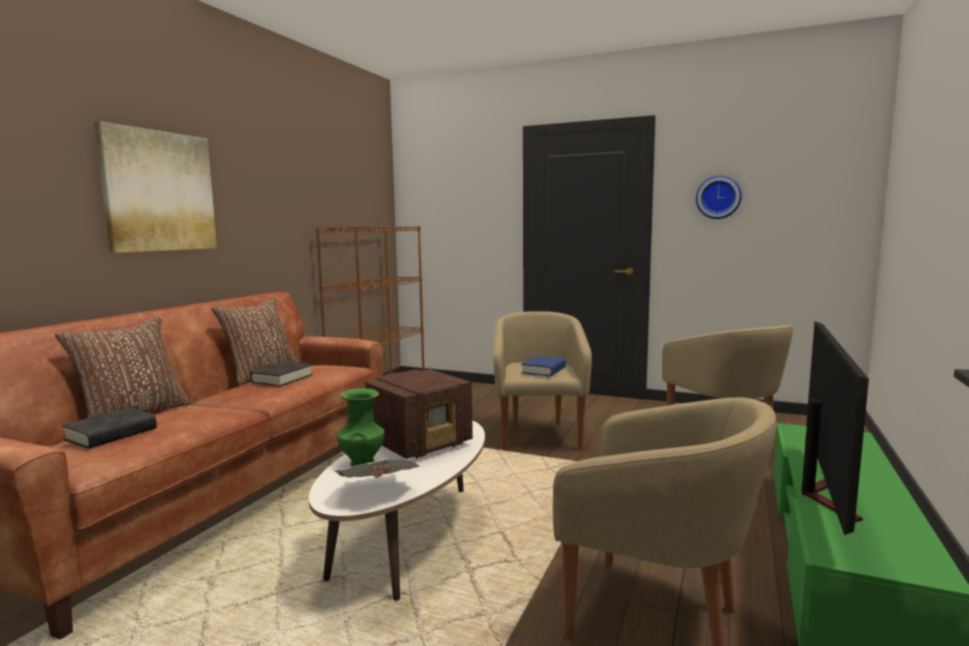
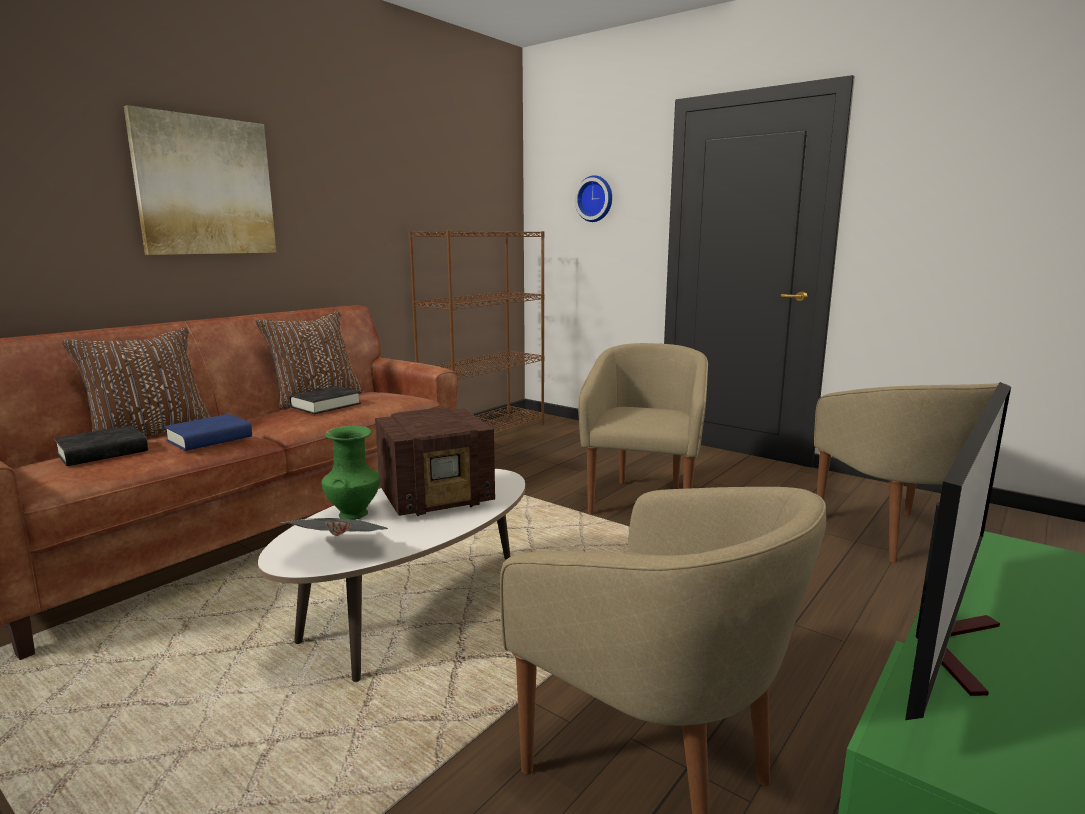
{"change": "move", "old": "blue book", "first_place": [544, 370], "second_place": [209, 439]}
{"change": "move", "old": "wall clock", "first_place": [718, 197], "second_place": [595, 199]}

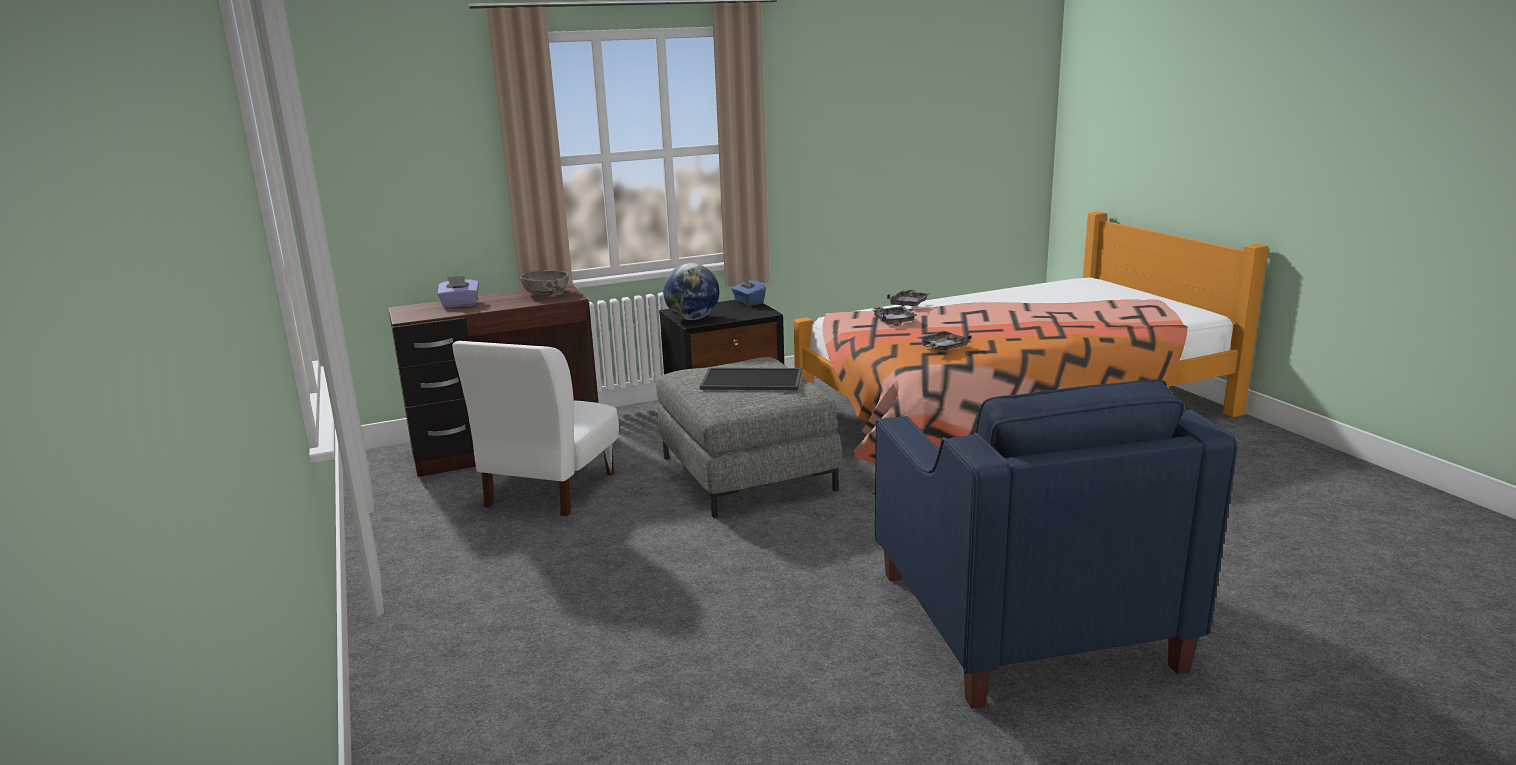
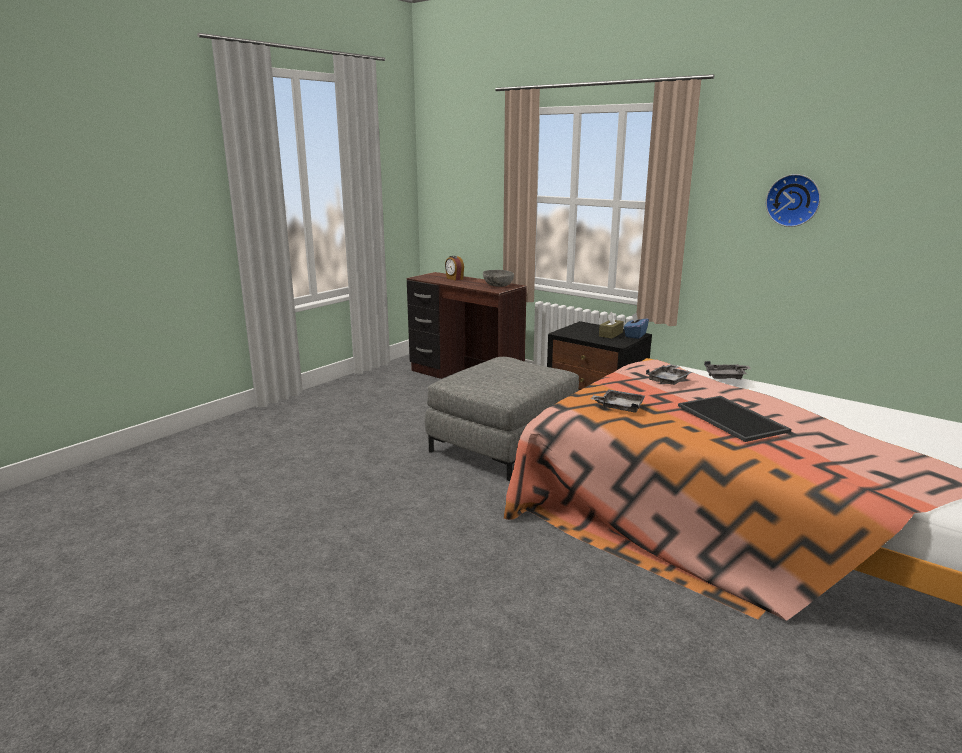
{"change": "replace", "old": "purple tissue box", "new": "alarm clock", "first_place": [460, 304], "second_place": [454, 278]}
{"change": "delete", "old": "white chair", "first_place": [549, 489]}
{"change": "delete", "old": "globe", "first_place": [692, 319]}
{"change": "move", "old": "tray", "first_place": [753, 379], "second_place": [733, 418]}
{"change": "delete", "old": "blue armchair", "first_place": [1022, 619]}
{"change": "insert", "new": "brown tissue box", "second_place": [610, 334]}
{"change": "insert", "new": "wall clock", "second_place": [793, 200]}

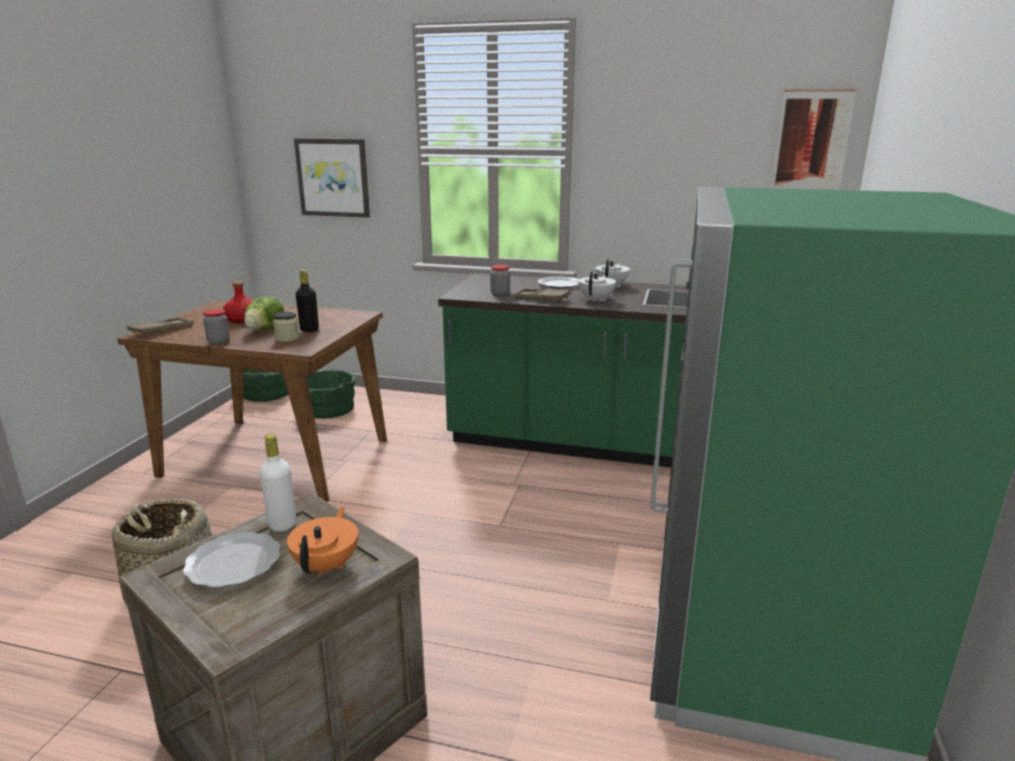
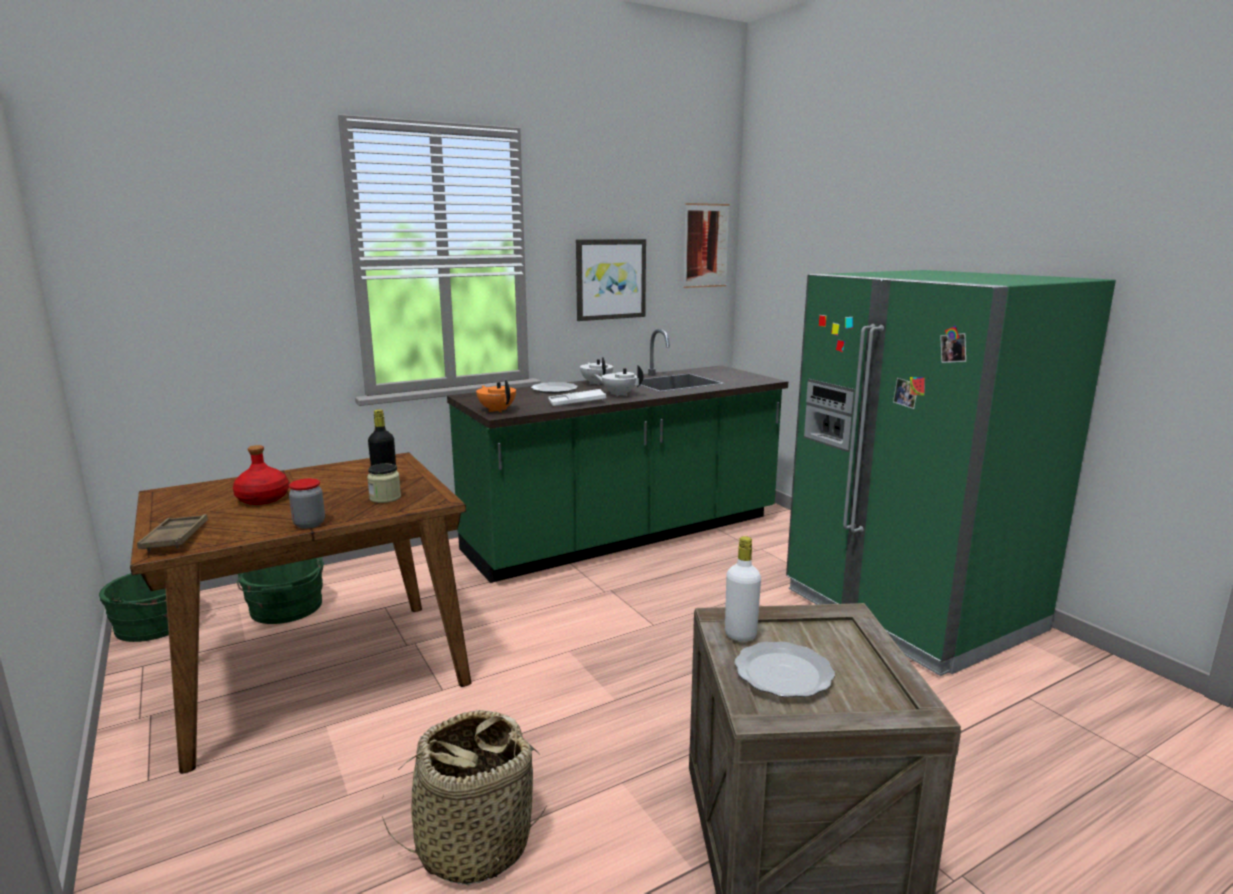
{"change": "delete", "old": "lettuce", "first_place": [266, 328]}
{"change": "move", "old": "orange teapot", "first_place": [327, 565], "second_place": [497, 410]}
{"change": "move", "old": "picture", "first_place": [333, 177], "second_place": [610, 279]}
{"change": "delete", "old": "jar", "first_place": [500, 294]}
{"change": "recolor", "old": "brown tray", "new": "white tray", "first_place": [541, 299], "second_place": [577, 402]}
{"change": "rotate", "old": "white teapot", "first_place": [596, 300], "second_place": [619, 394], "degrees": -45}

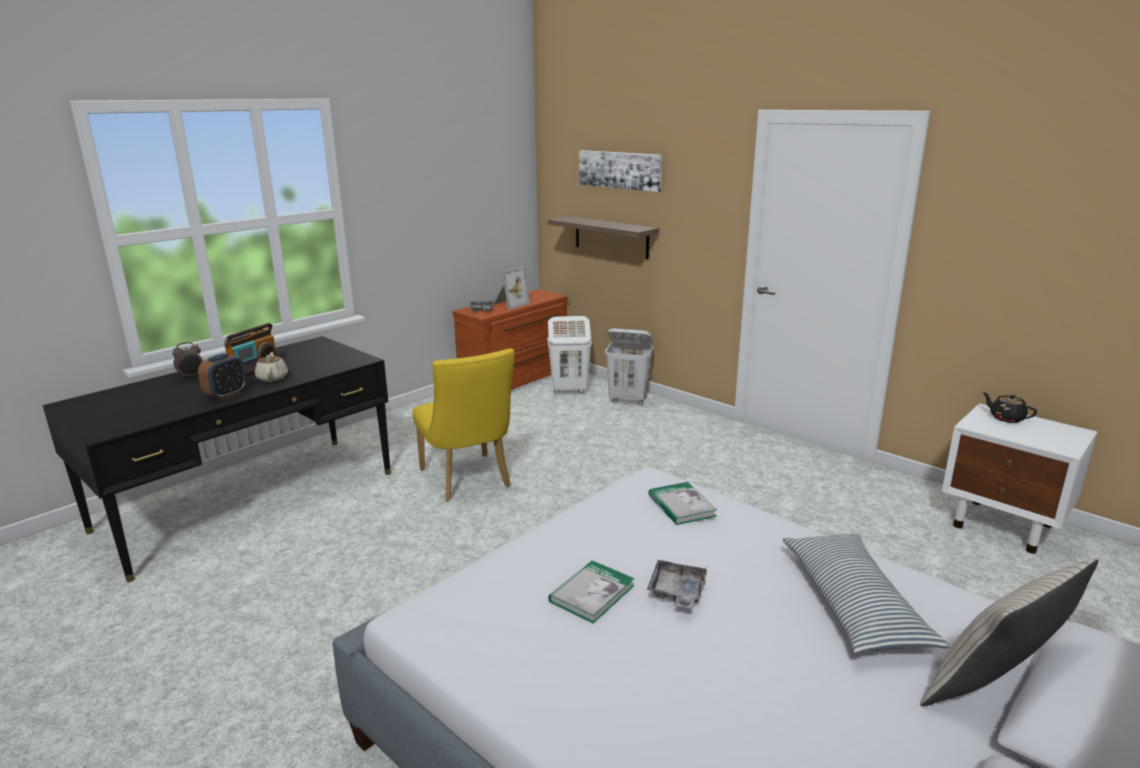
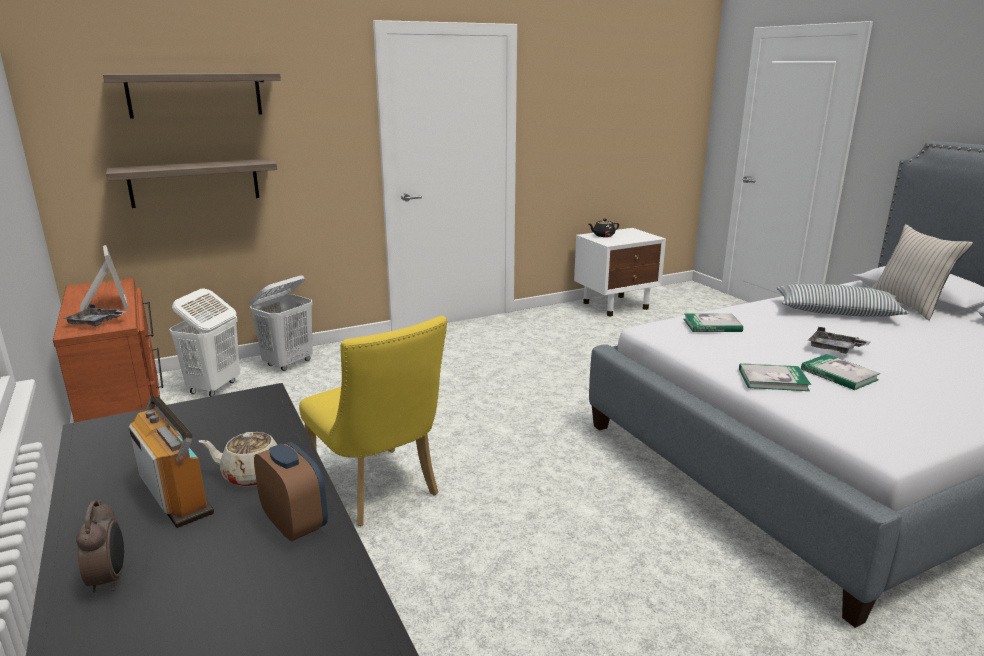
{"change": "rotate", "old": "yellow chair", "first_place": [468, 481], "second_place": [380, 491], "degrees": 60}
{"change": "replace", "old": "picture", "new": "shelf", "first_place": [620, 170], "second_place": [195, 95]}
{"change": "insert", "new": "book", "second_place": [773, 380]}

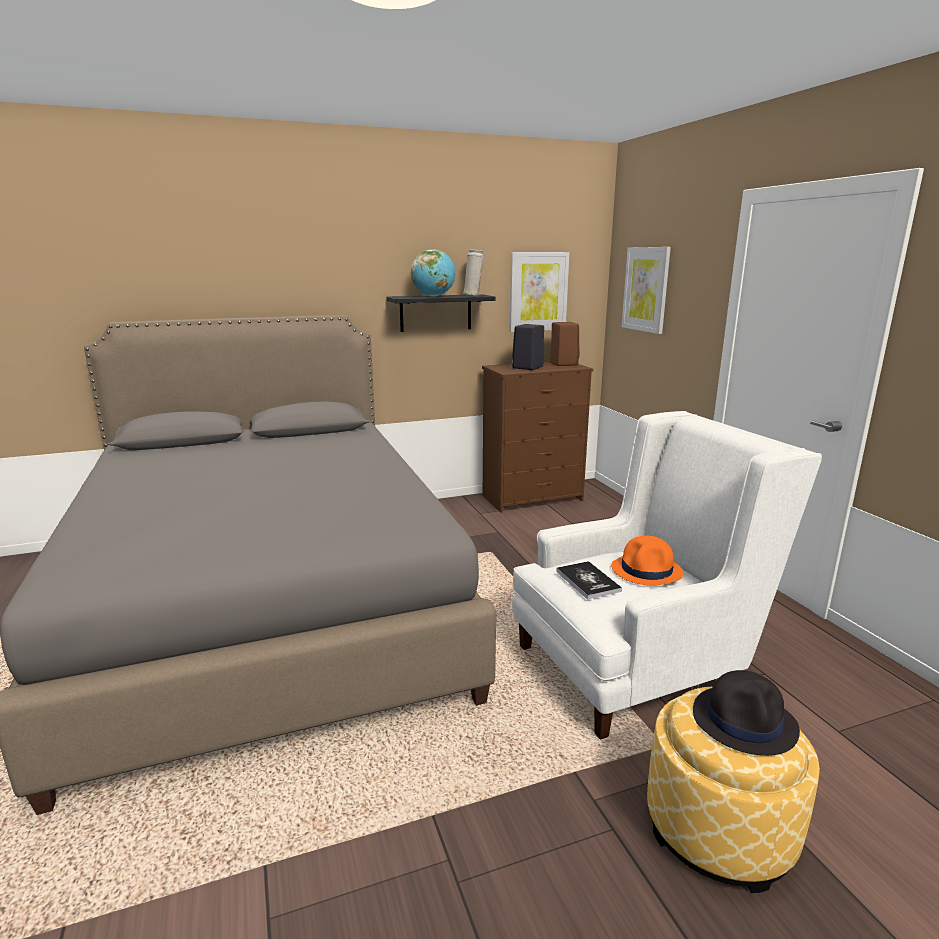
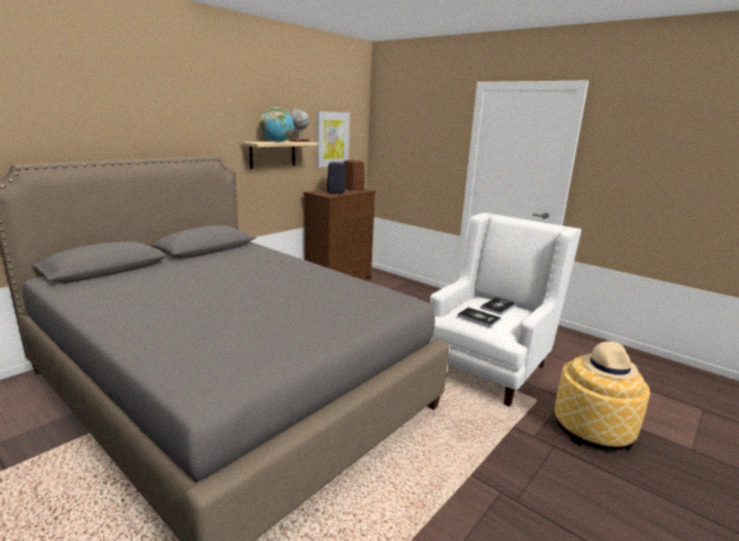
{"change": "recolor", "old": "black shelf", "new": "beige shelf", "first_place": [435, 313], "second_place": [272, 154]}
{"change": "replace", "old": "white vase", "new": "globe", "first_place": [473, 295], "second_place": [299, 141]}
{"change": "replace", "old": "orange hat", "new": "book", "first_place": [647, 570], "second_place": [498, 306]}
{"change": "delete", "old": "picture", "first_place": [646, 289]}
{"change": "recolor", "old": "black hat", "new": "beige hat", "first_place": [745, 721], "second_place": [609, 367]}

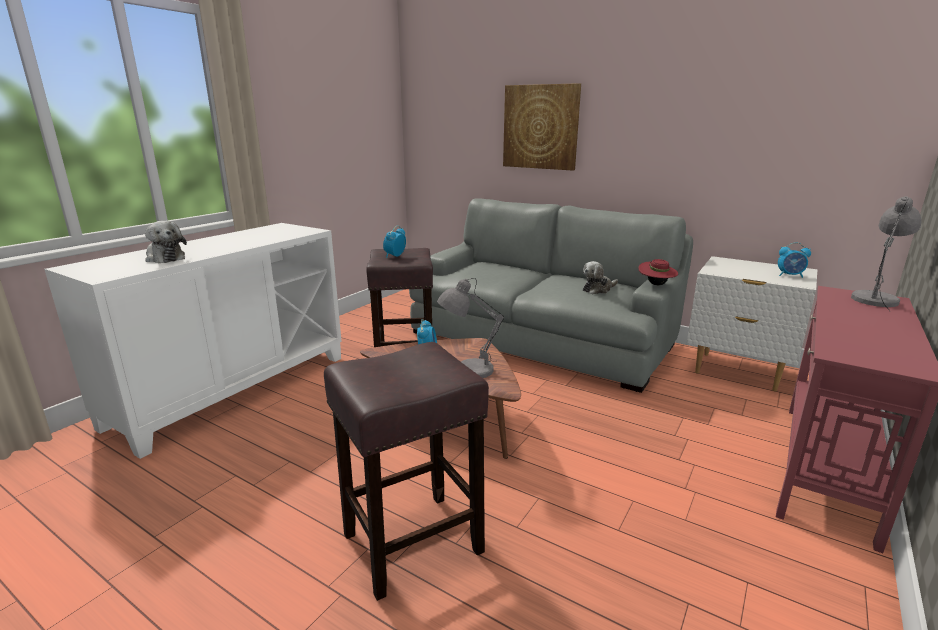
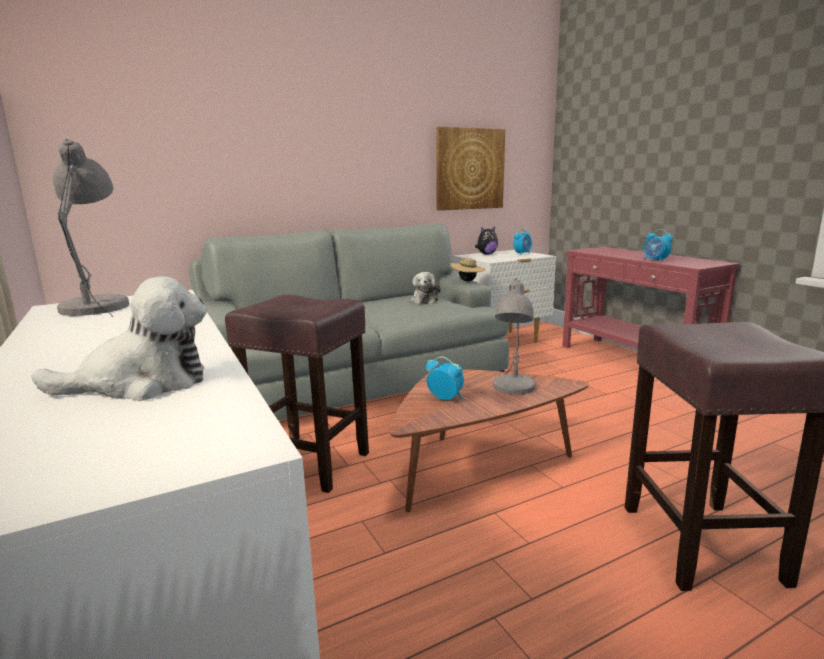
{"change": "move", "old": "alarm clock", "first_place": [395, 256], "second_place": [655, 261]}
{"change": "move", "old": "picture", "first_place": [540, 127], "second_place": [469, 169]}
{"change": "recolor", "old": "red hat", "new": "beige hat", "first_place": [656, 284], "second_place": [467, 281]}
{"change": "move", "old": "grey table lamp", "first_place": [876, 299], "second_place": [98, 306]}
{"change": "insert", "new": "plush toy", "second_place": [486, 254]}

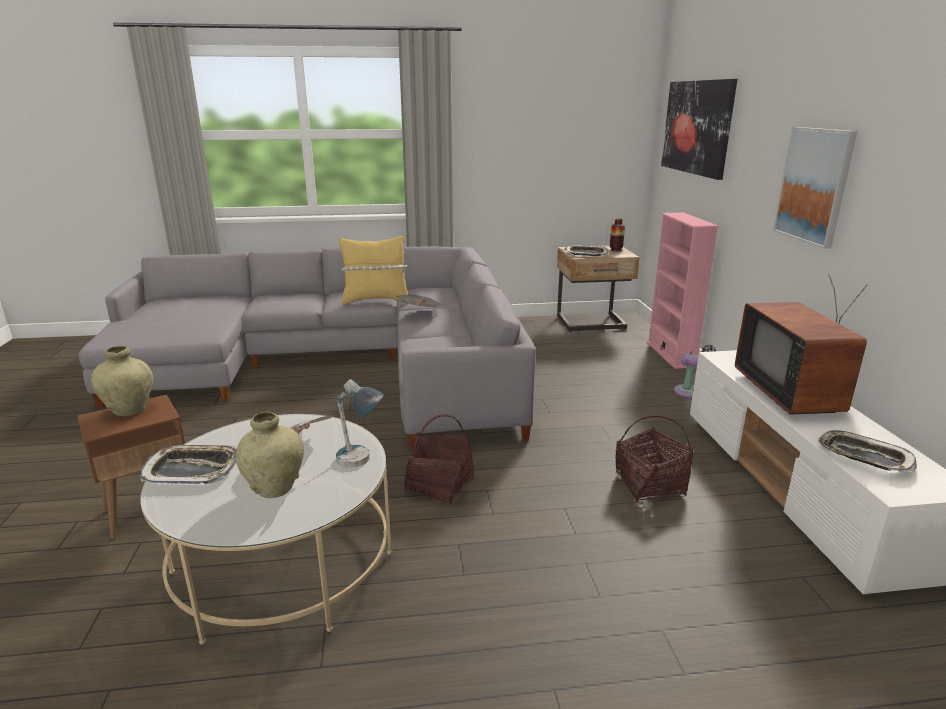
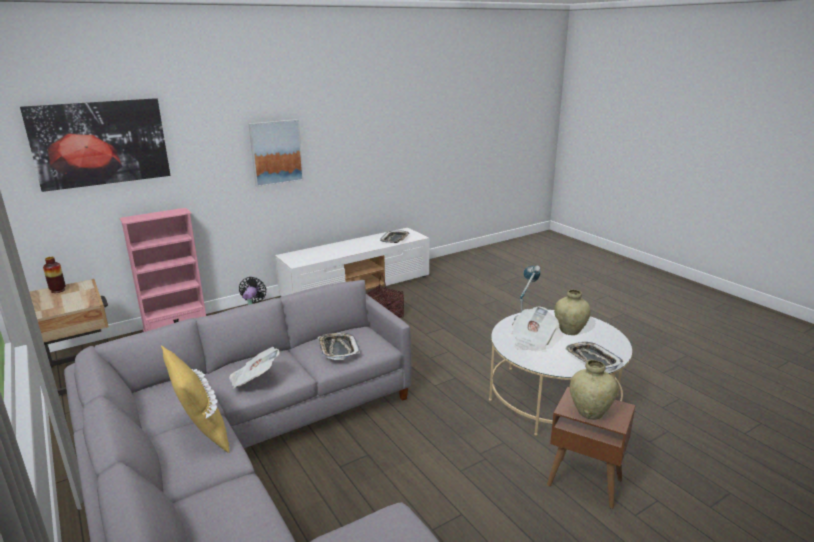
{"change": "delete", "old": "basket", "first_place": [440, 485]}
{"change": "move", "old": "tray", "first_place": [586, 253], "second_place": [338, 349]}
{"change": "delete", "old": "television", "first_place": [793, 393]}

